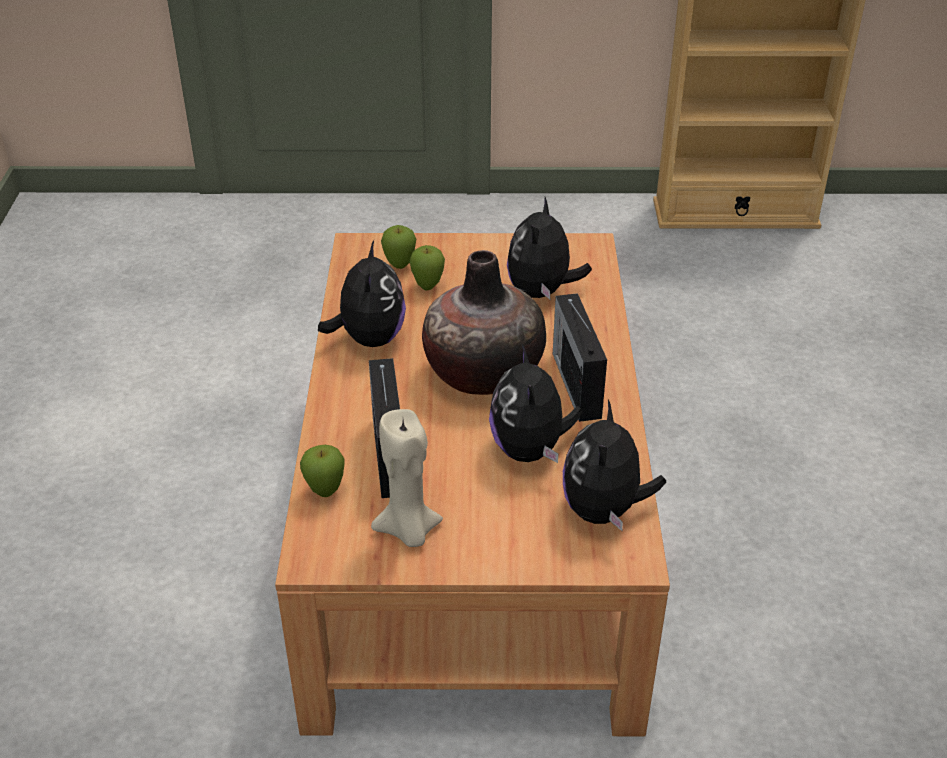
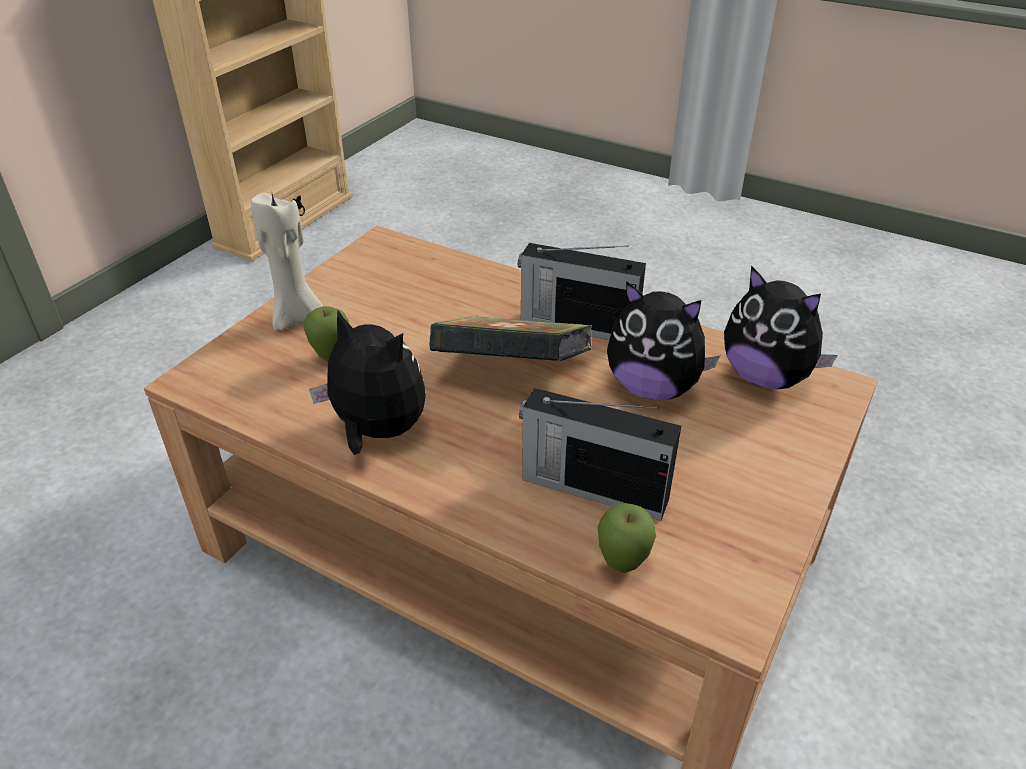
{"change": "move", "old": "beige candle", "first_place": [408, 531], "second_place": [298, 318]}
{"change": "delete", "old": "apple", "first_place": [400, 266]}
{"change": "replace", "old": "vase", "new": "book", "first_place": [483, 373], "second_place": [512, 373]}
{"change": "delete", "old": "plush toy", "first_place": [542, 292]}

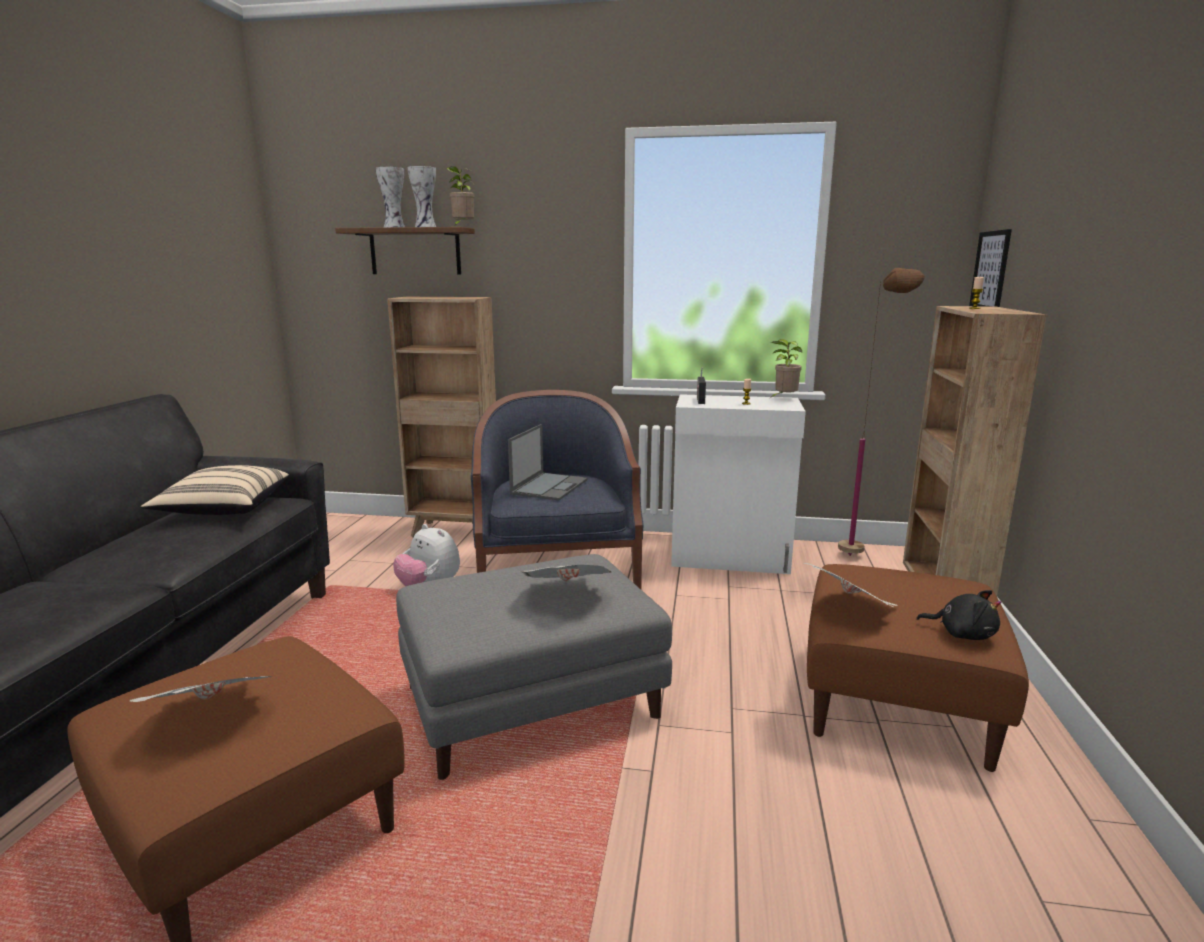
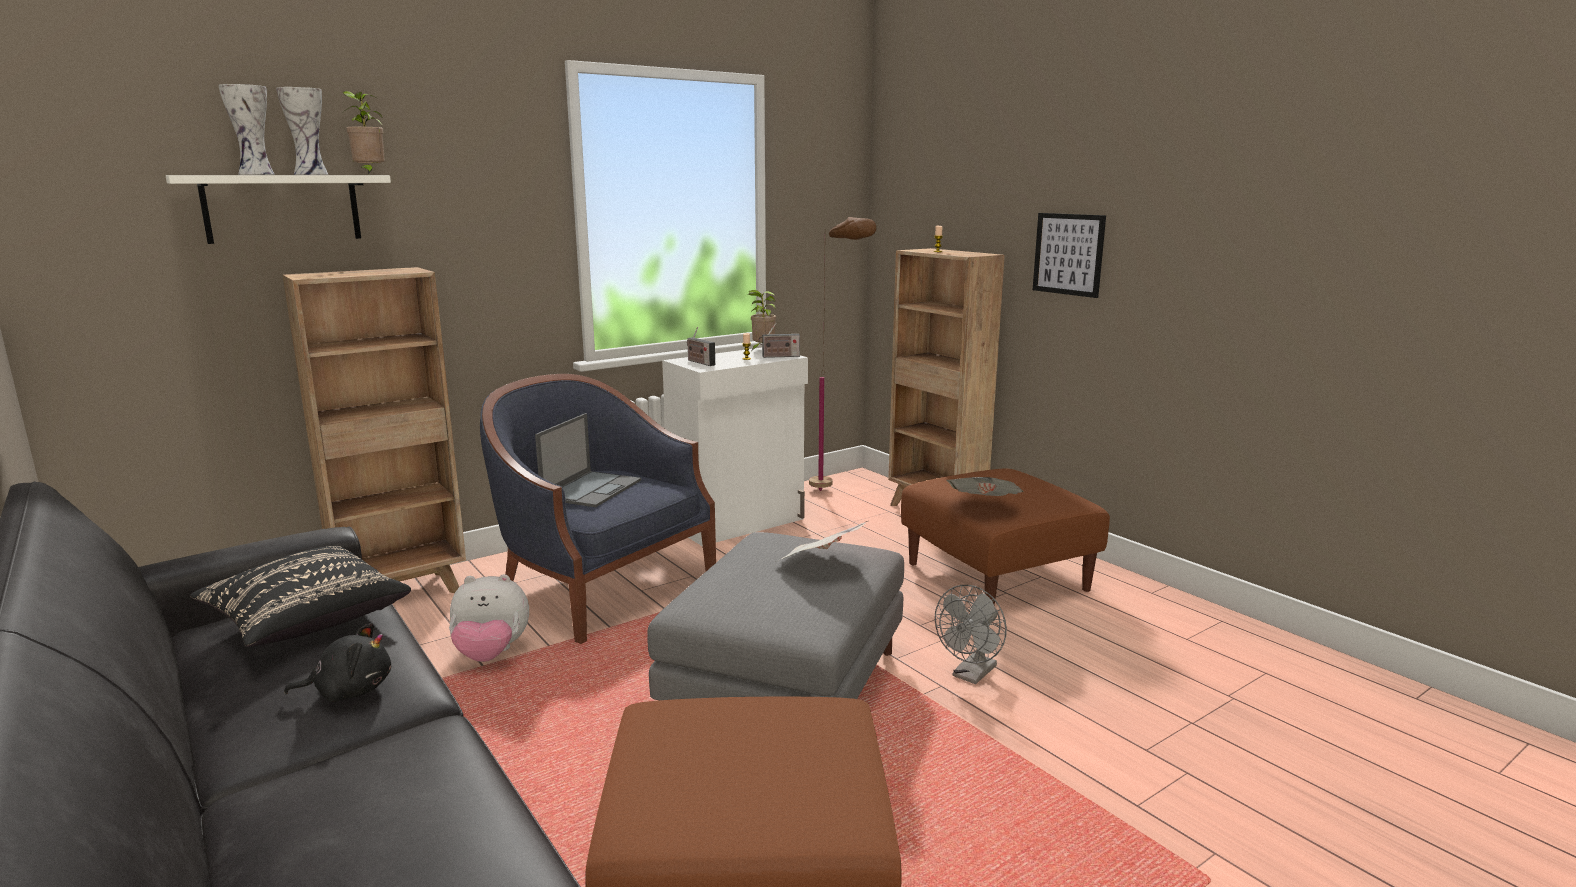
{"change": "delete", "old": "newspaper", "first_place": [213, 715]}
{"change": "recolor", "old": "beige pillow", "new": "black pillow", "first_place": [223, 509], "second_place": [306, 622]}
{"change": "recolor", "old": "brown shelf", "new": "white shelf", "first_place": [415, 251], "second_place": [282, 208]}
{"change": "rotate", "old": "laptop", "first_place": [549, 486], "second_place": [592, 489], "degrees": 45}
{"change": "move", "old": "black plush toy", "first_place": [962, 634], "second_place": [349, 691]}
{"change": "move", "old": "picture", "first_place": [990, 271], "second_place": [1068, 254]}
{"change": "insert", "new": "radio", "second_place": [779, 356]}
{"change": "insert", "new": "grey fan", "second_place": [971, 675]}

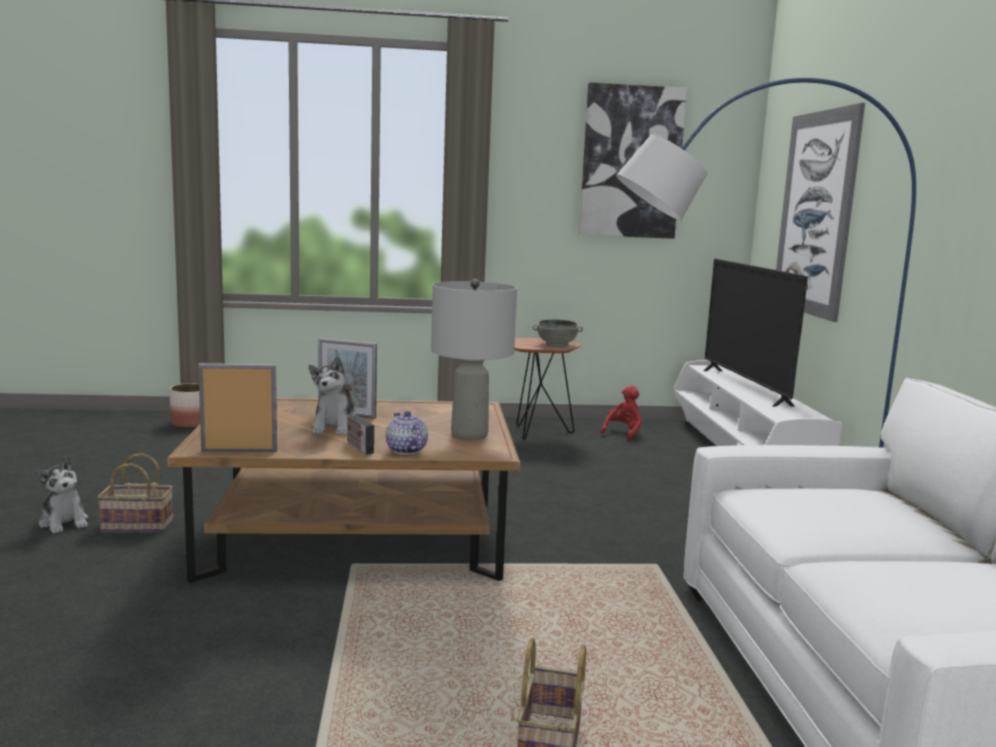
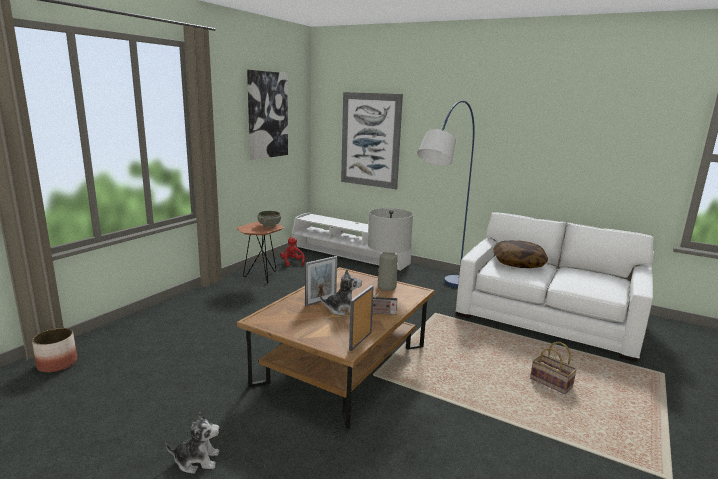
{"change": "delete", "old": "basket", "first_place": [135, 526]}
{"change": "rotate", "old": "plush toy", "first_place": [335, 427], "second_place": [341, 309], "degrees": -45}
{"change": "delete", "old": "teapot", "first_place": [406, 450]}
{"change": "delete", "old": "television", "first_place": [745, 387]}
{"change": "insert", "new": "pillow", "second_place": [518, 263]}

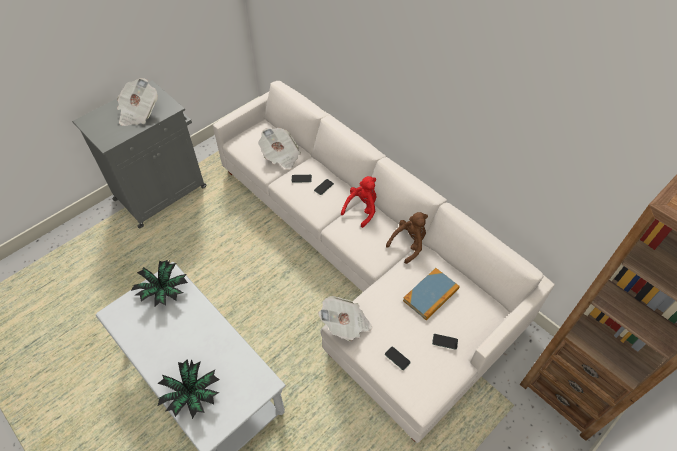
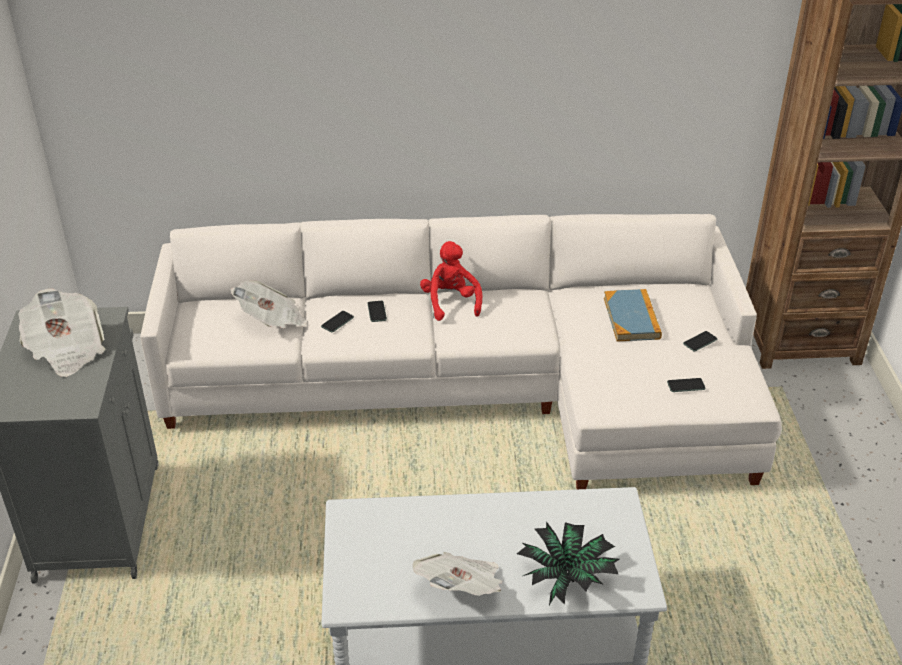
{"change": "delete", "old": "potted plant", "first_place": [163, 291]}
{"change": "move", "old": "newspaper", "first_place": [346, 324], "second_place": [461, 589]}
{"change": "delete", "old": "brown plush toy", "first_place": [409, 244]}

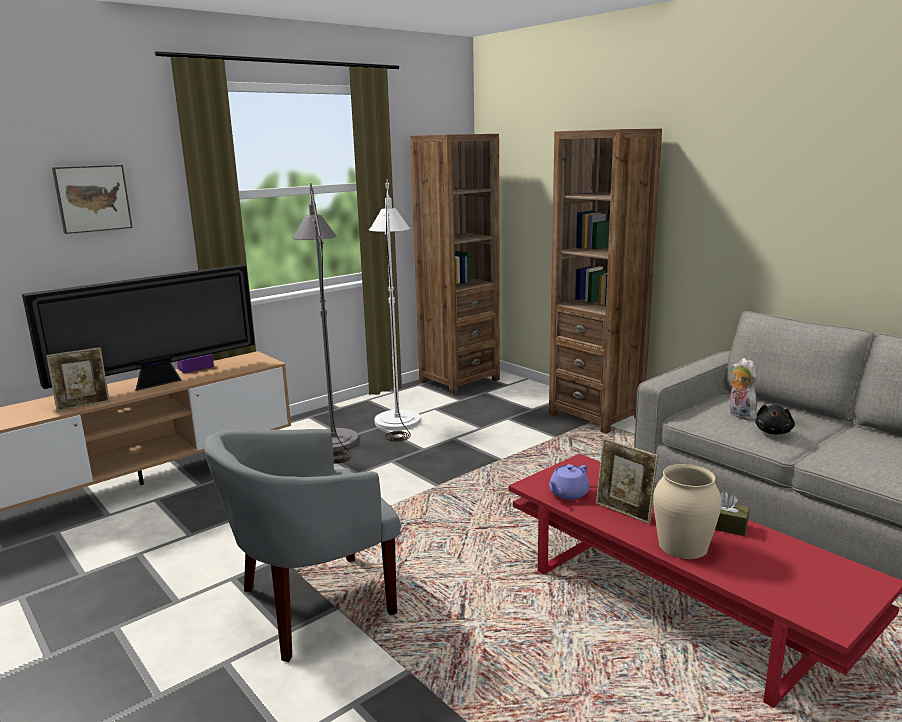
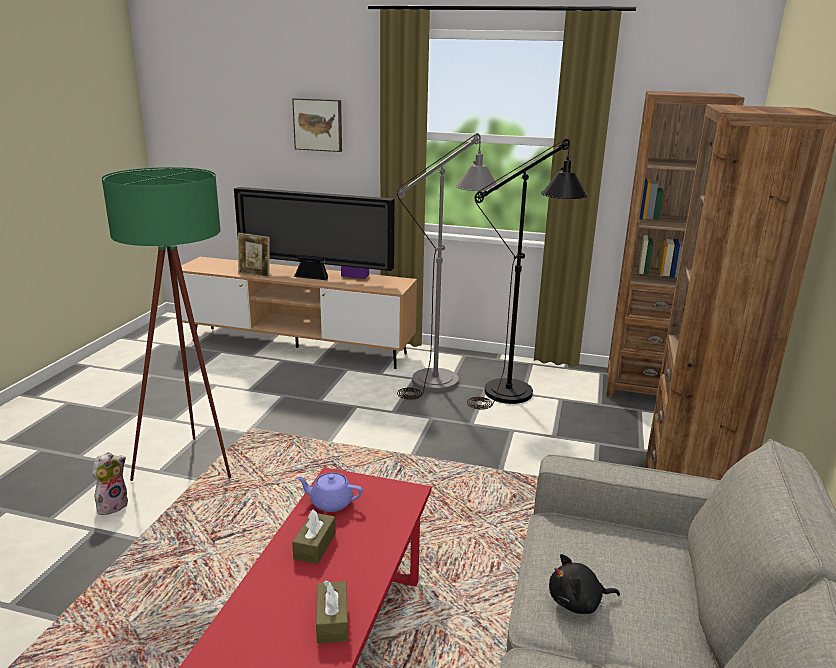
{"change": "replace", "old": "grey armchair", "new": "green floor lamp", "first_place": [312, 605], "second_place": [194, 468]}
{"change": "recolor", "old": "white floor lamp", "new": "black floor lamp", "first_place": [397, 416], "second_place": [518, 388]}
{"change": "replace", "old": "picture frame", "new": "brown tissue box", "first_place": [624, 512], "second_place": [315, 546]}
{"change": "delete", "old": "beige vase", "first_place": [683, 545]}
{"change": "move", "old": "plush toy", "first_place": [739, 415], "second_place": [112, 505]}

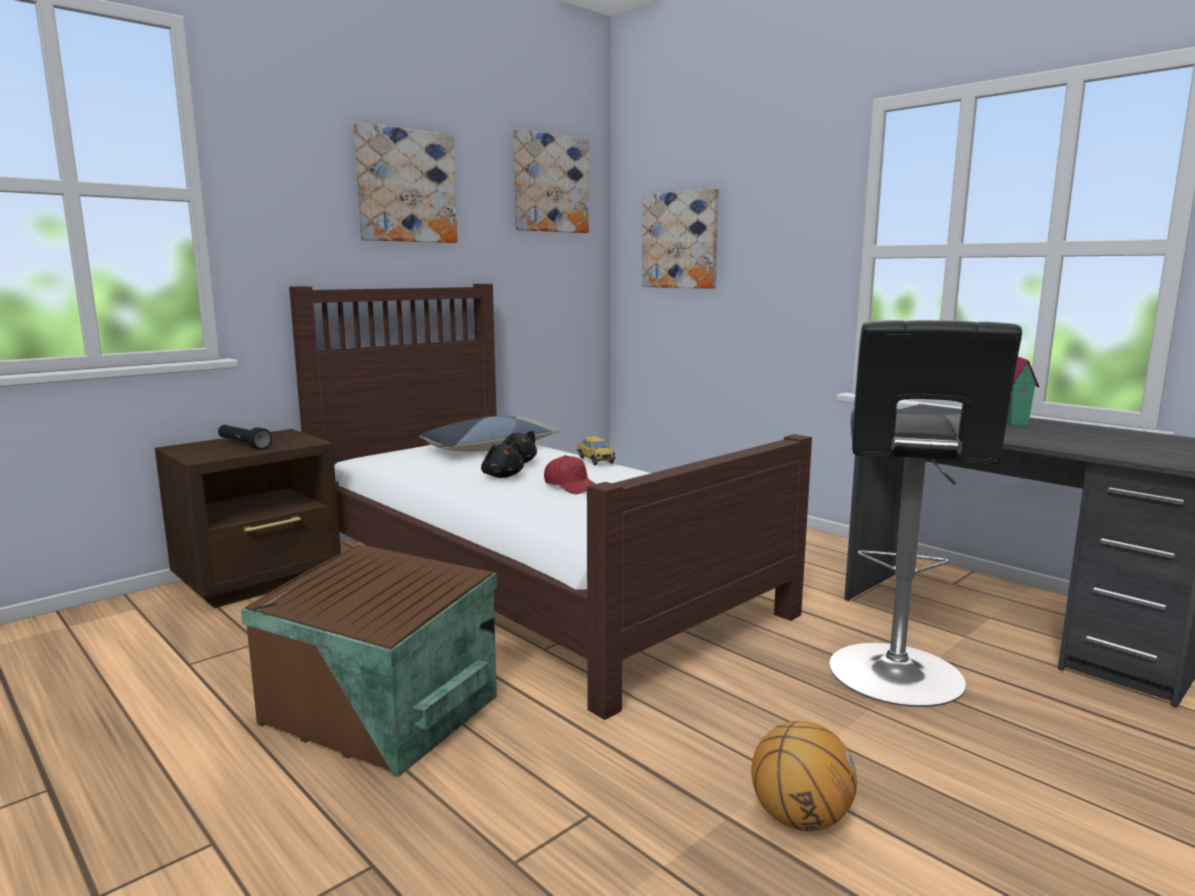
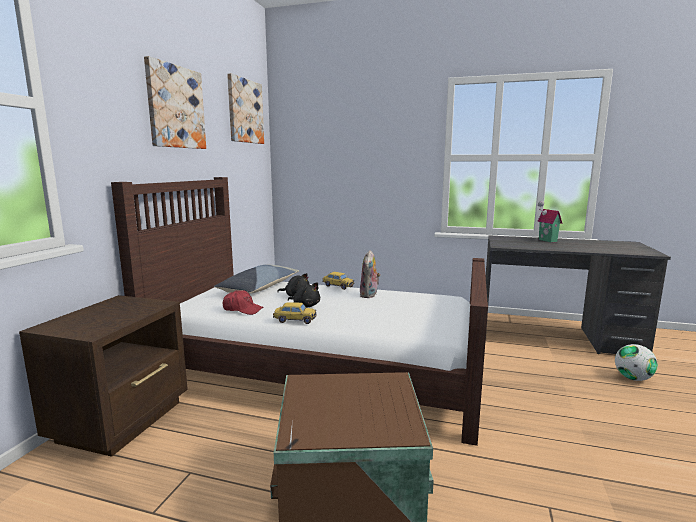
{"change": "delete", "old": "black flashlight", "first_place": [243, 445]}
{"change": "move", "old": "red cap", "first_place": [571, 486], "second_place": [242, 309]}
{"change": "delete", "old": "picture", "first_place": [680, 240]}
{"change": "delete", "old": "basketball", "first_place": [799, 819]}
{"change": "delete", "old": "black stool", "first_place": [897, 678]}
{"change": "insert", "new": "toy car", "second_place": [295, 320]}
{"change": "insert", "new": "plush toy", "second_place": [369, 295]}
{"change": "insert", "new": "football", "second_place": [633, 378]}

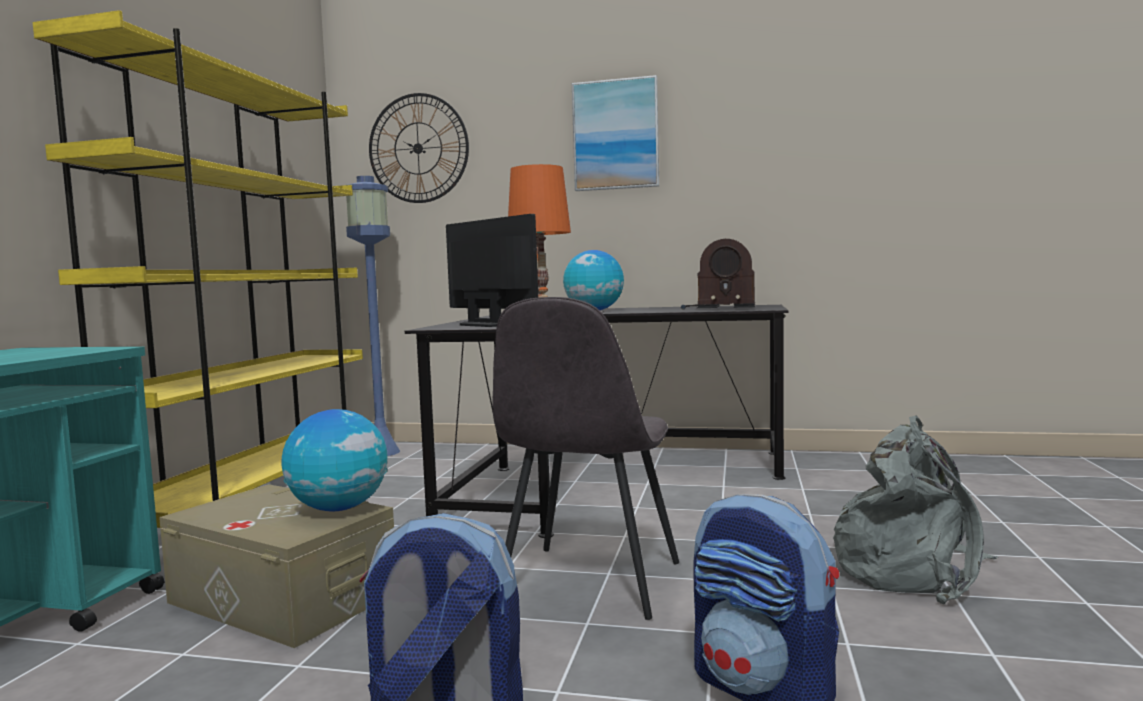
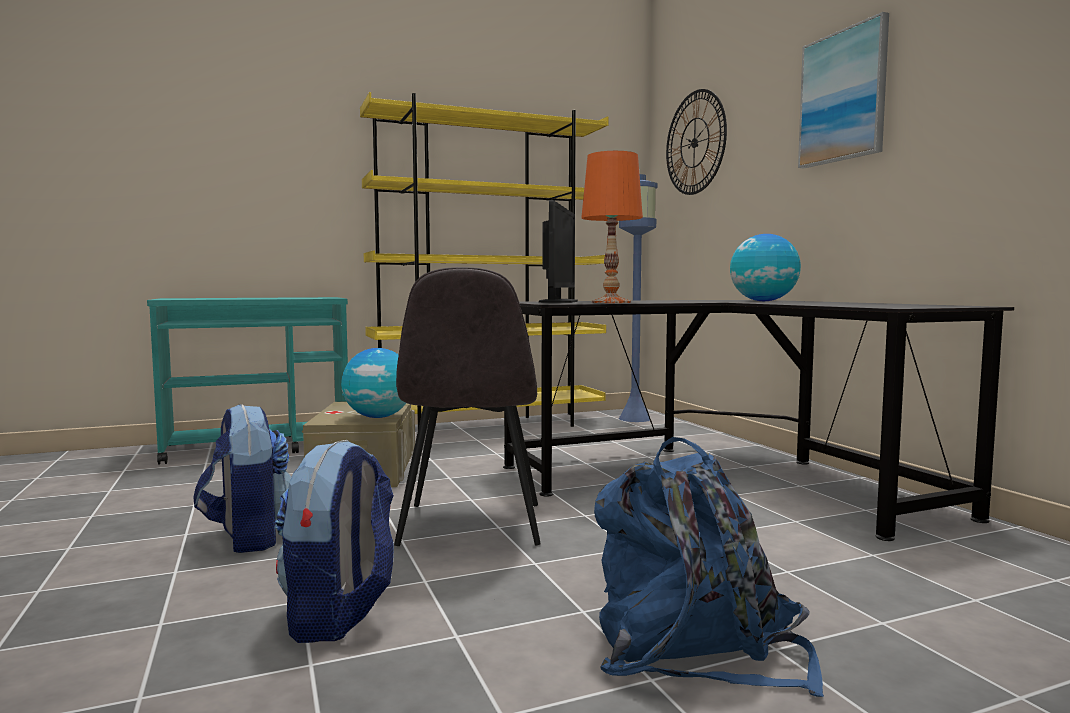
{"change": "rotate", "old": "grey chair", "first_place": [589, 583], "second_place": [471, 526], "degrees": -75}
{"change": "delete", "old": "radio", "first_place": [717, 308]}
{"change": "recolor", "old": "grey backpack", "new": "blue backpack", "first_place": [912, 570], "second_place": [694, 647]}

